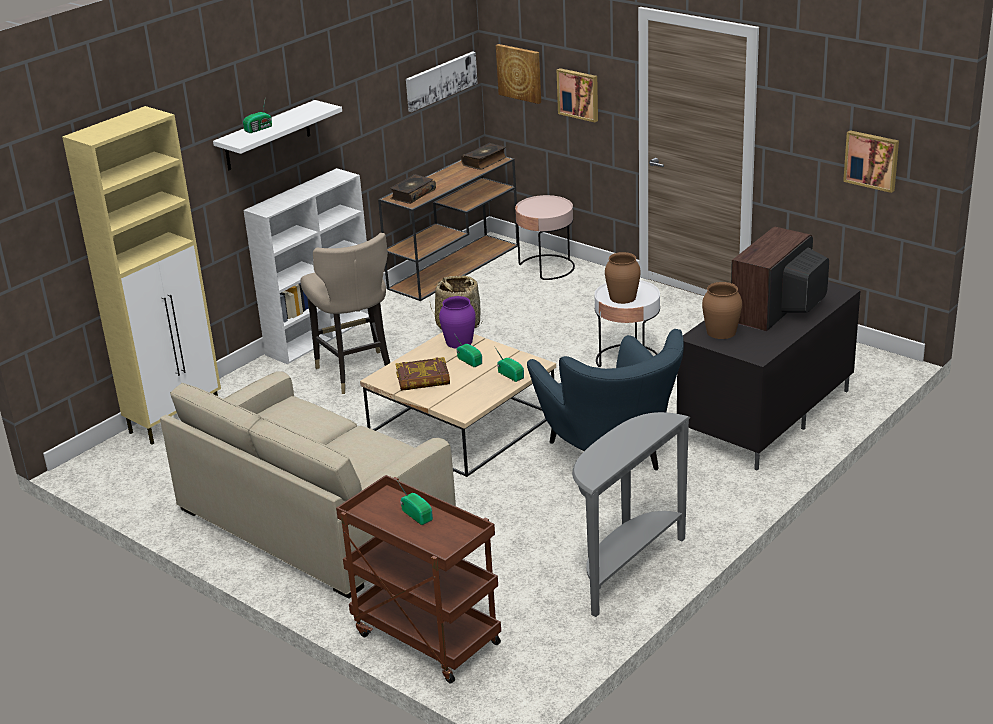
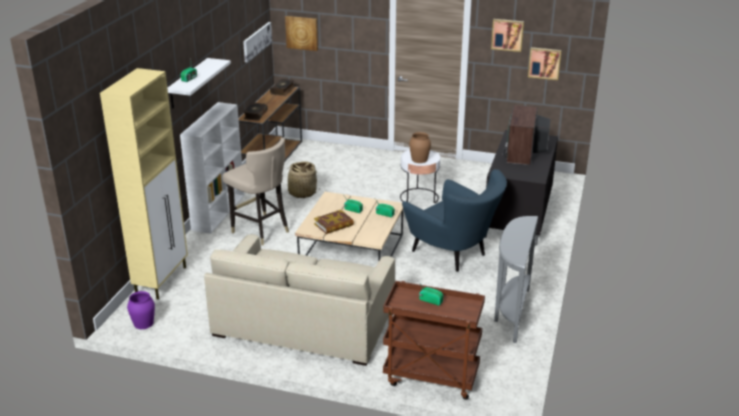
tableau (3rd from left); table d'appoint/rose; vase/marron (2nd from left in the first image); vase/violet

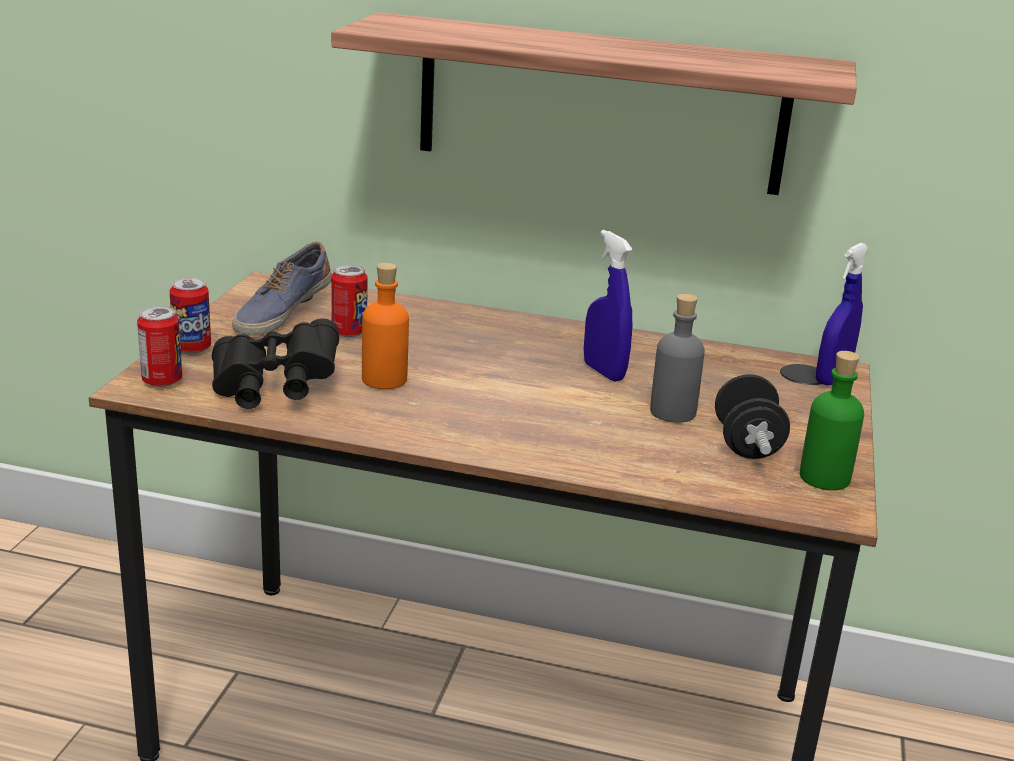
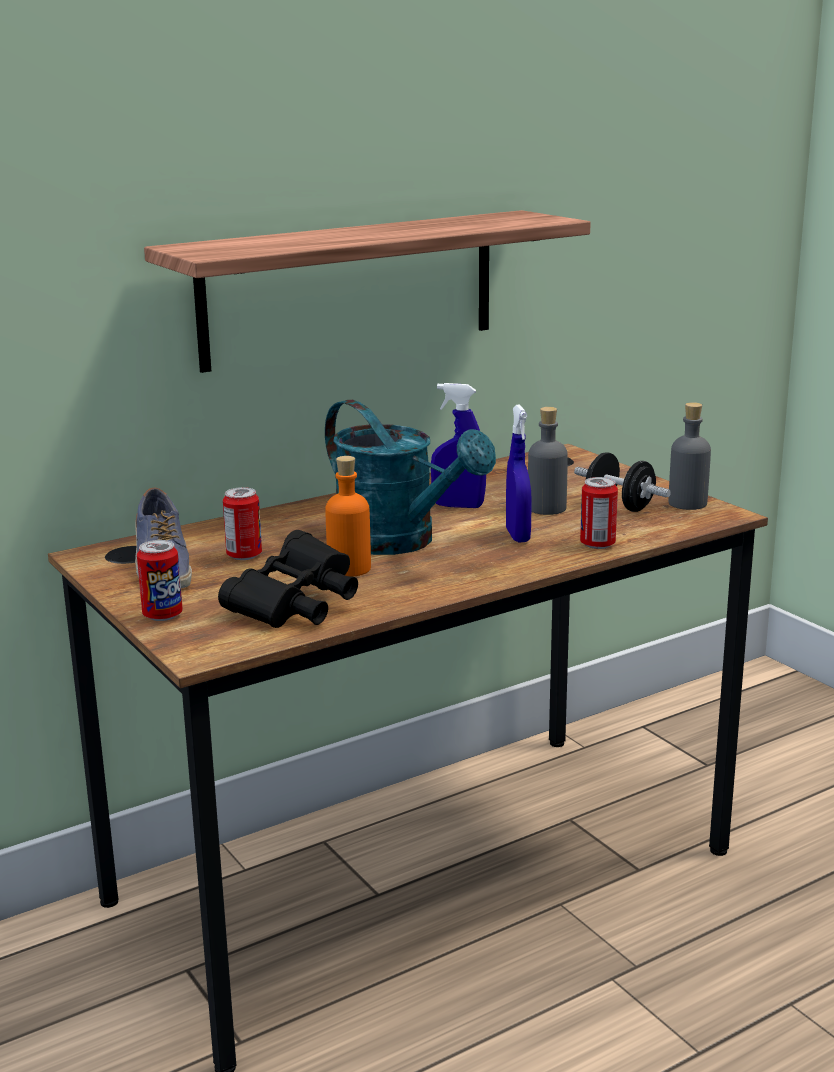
vaporisateur/bleu (2nd from left); boîte métallique (3rd from left); bouteille/gris (2nd from left); arrosoir/turquoise

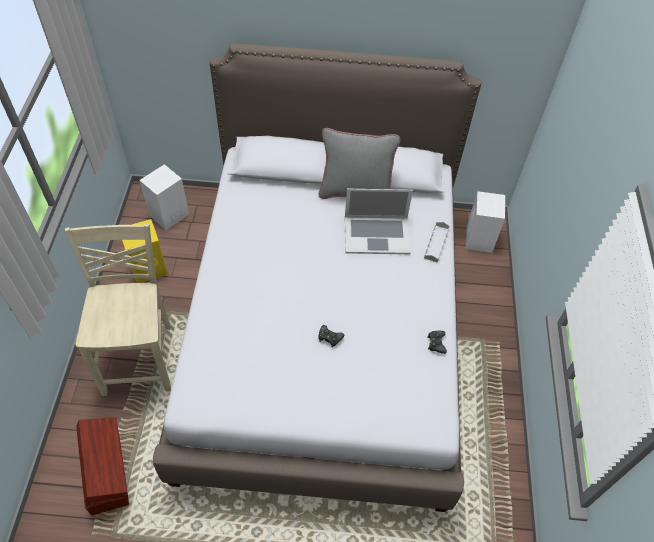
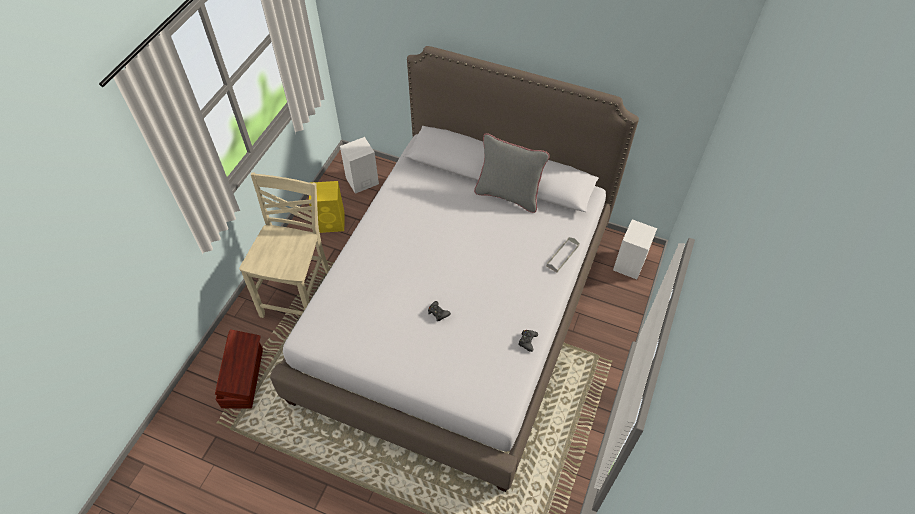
ordinateur portable

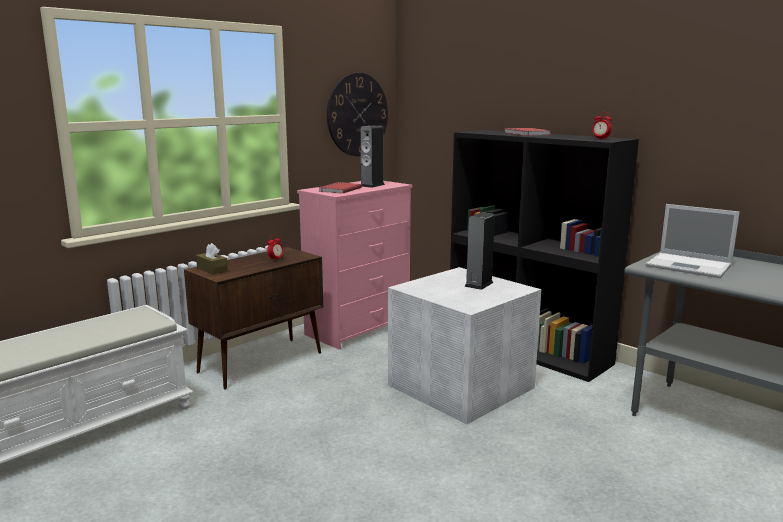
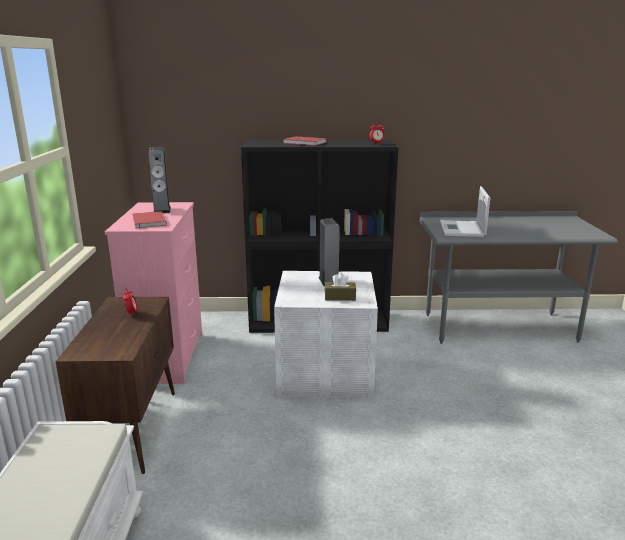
horloge murale; ordinateur portable; boîte à mouchoirs/marron

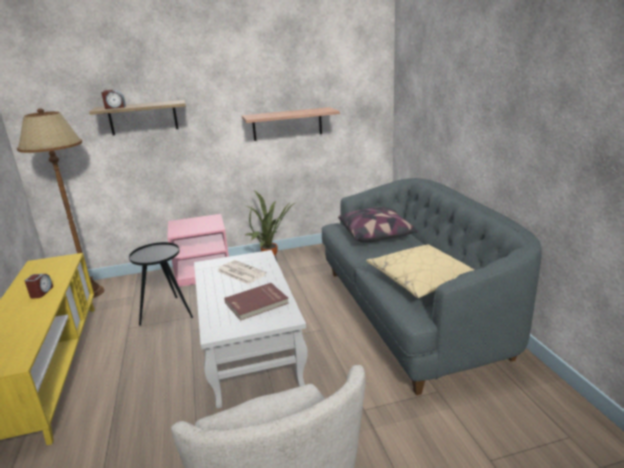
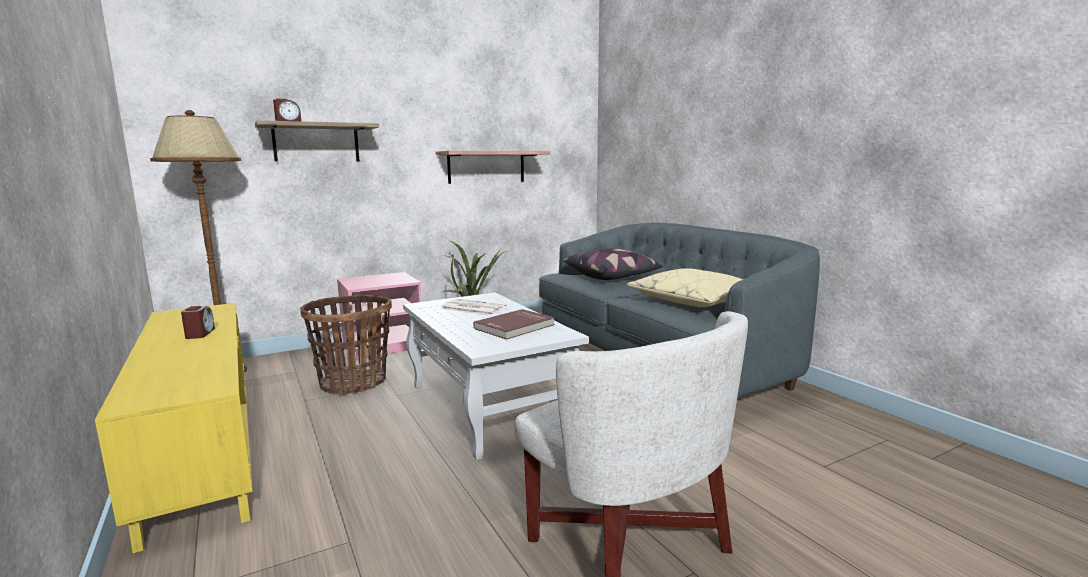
panier

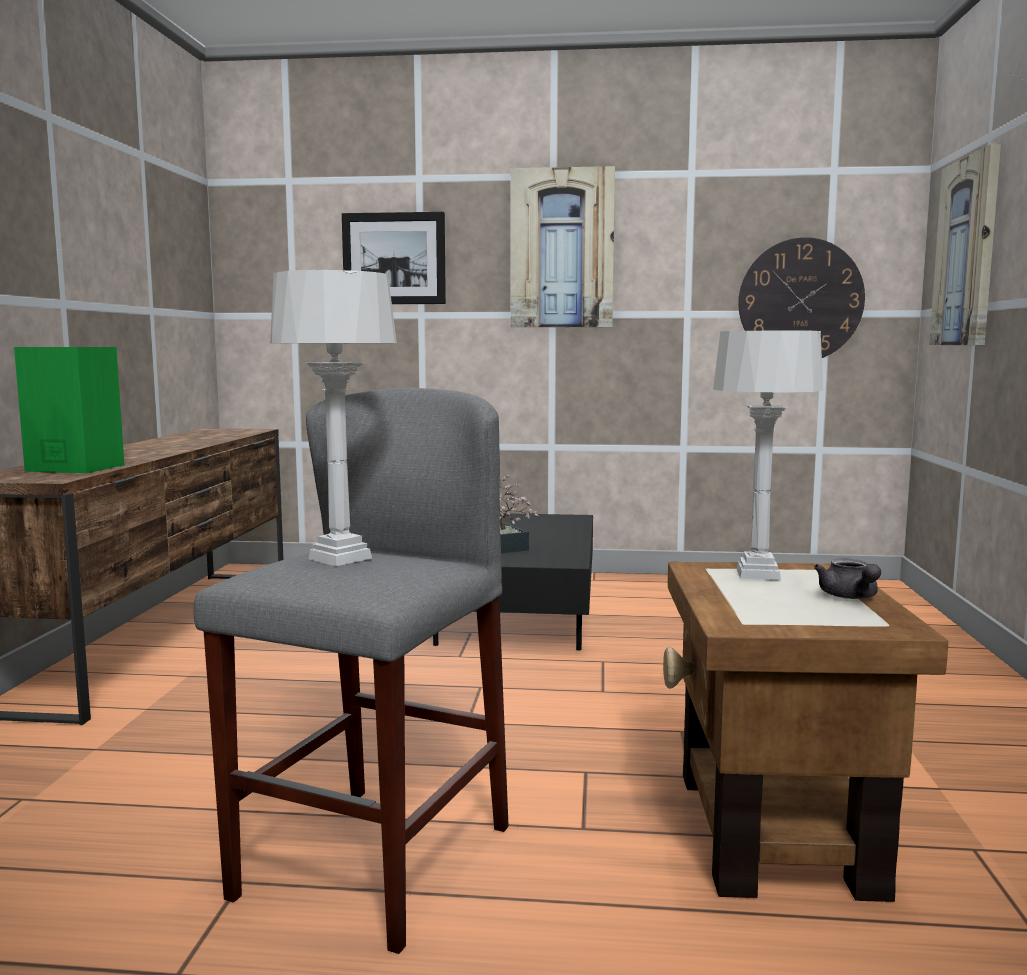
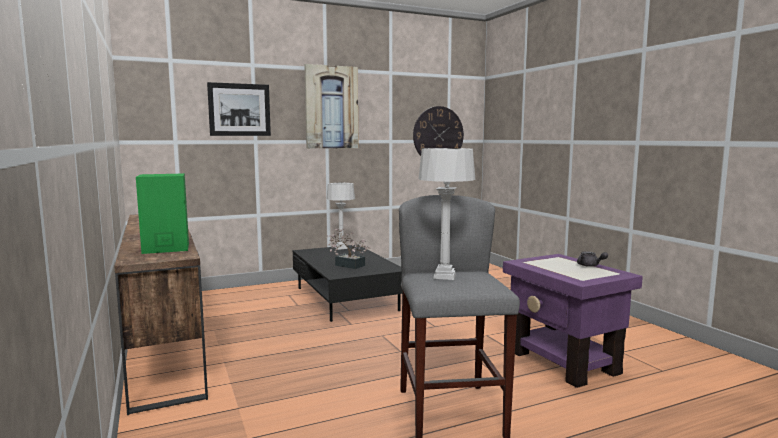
tableau (3rd from left in the first image); lampe de table/gris (1st from left); table d'appoint/violet

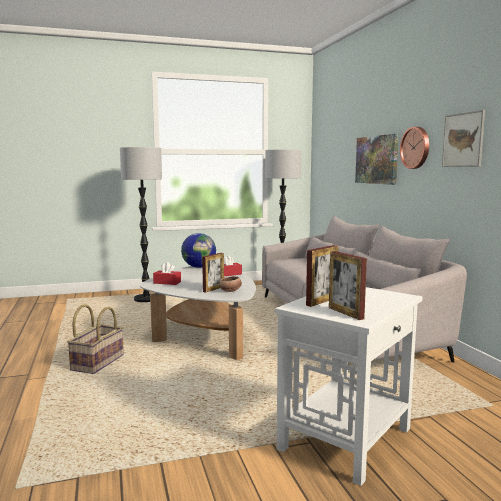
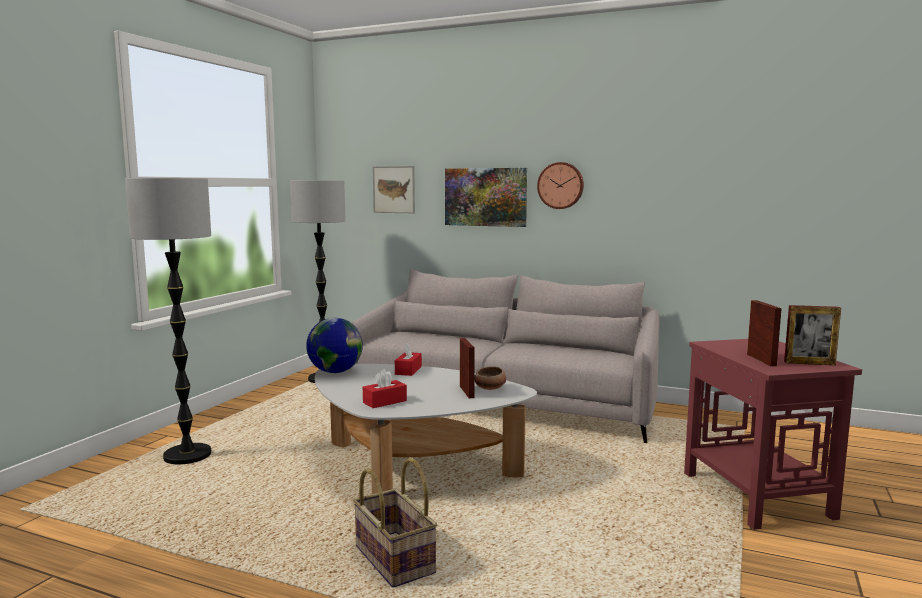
tableau (1st from left); table d'appoint/rouge

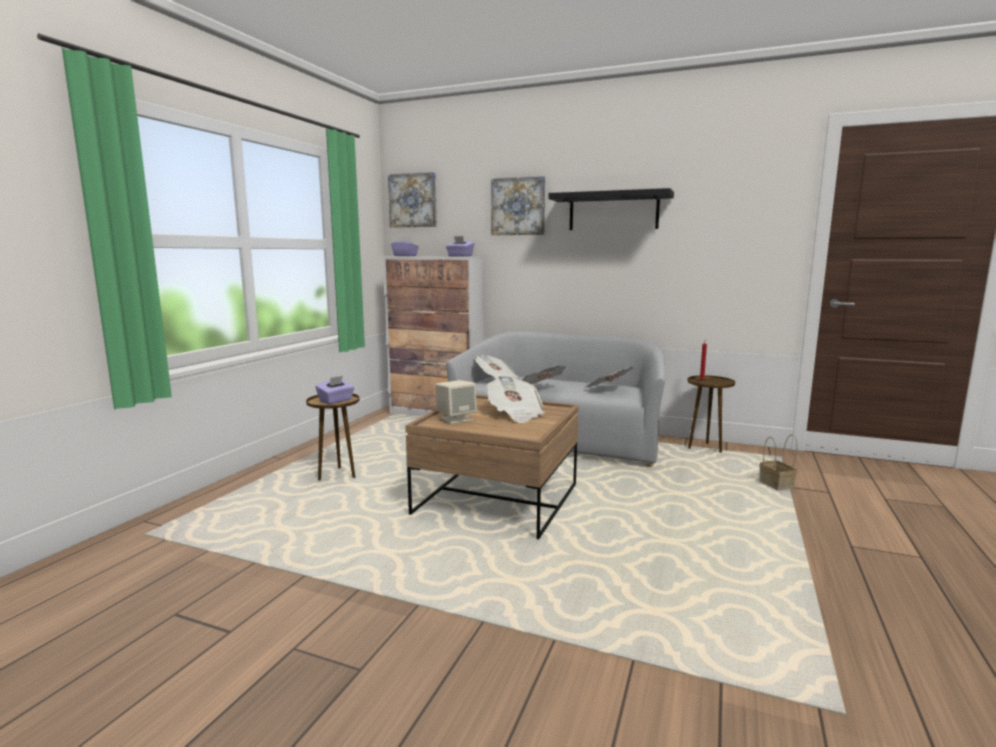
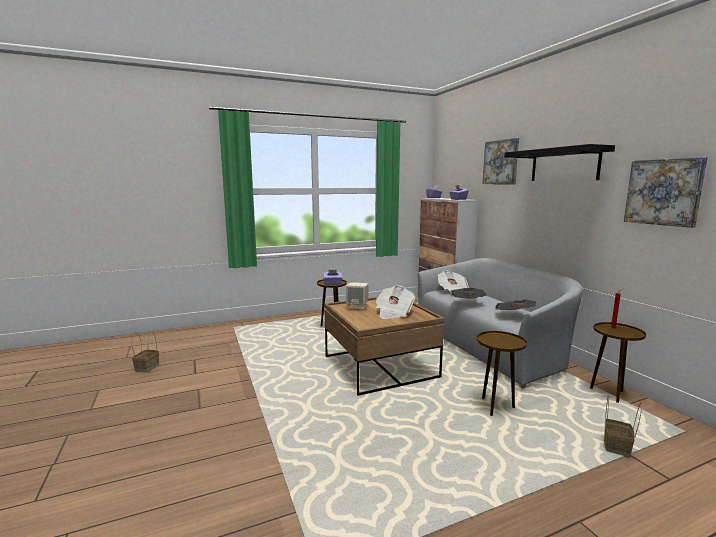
tableau (2nd from left); table d'appoint/marron (2nd from left); panier (1st from left)

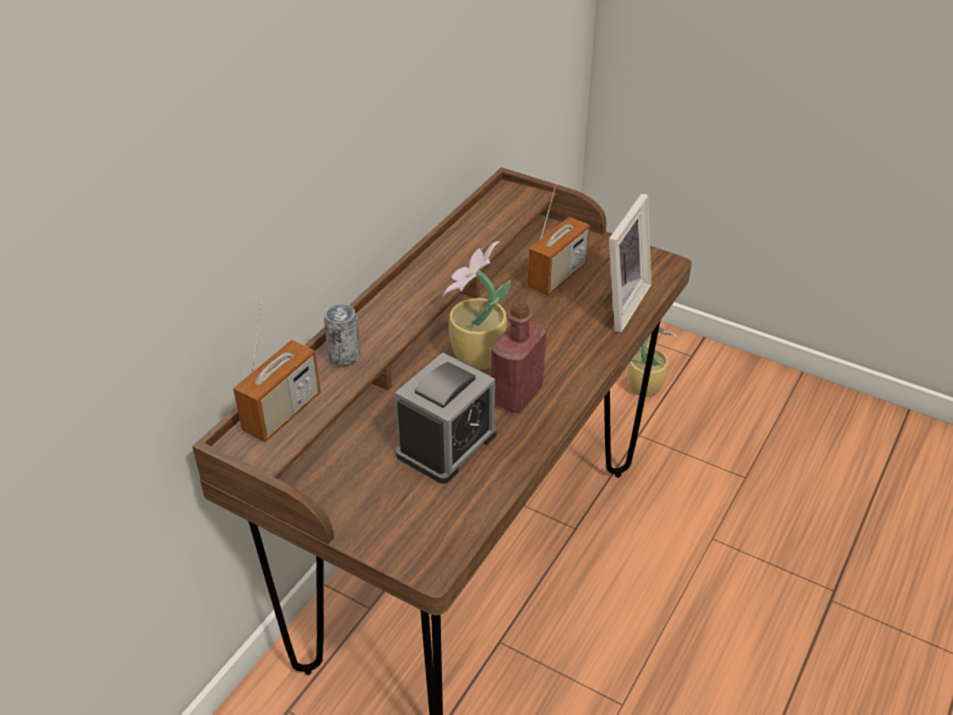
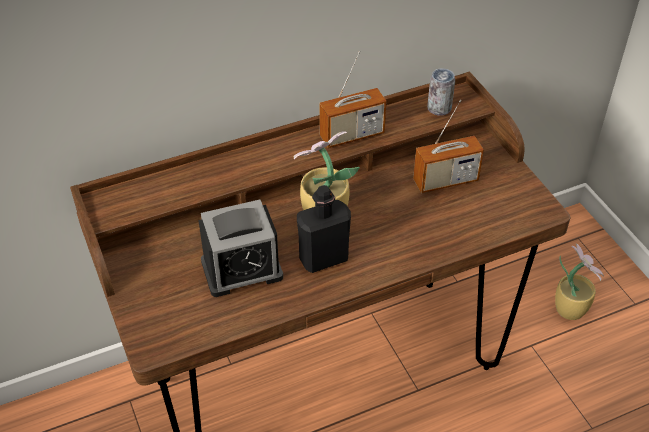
cadre photo; bouteille/noir; radio (1st from left); boîte métallique

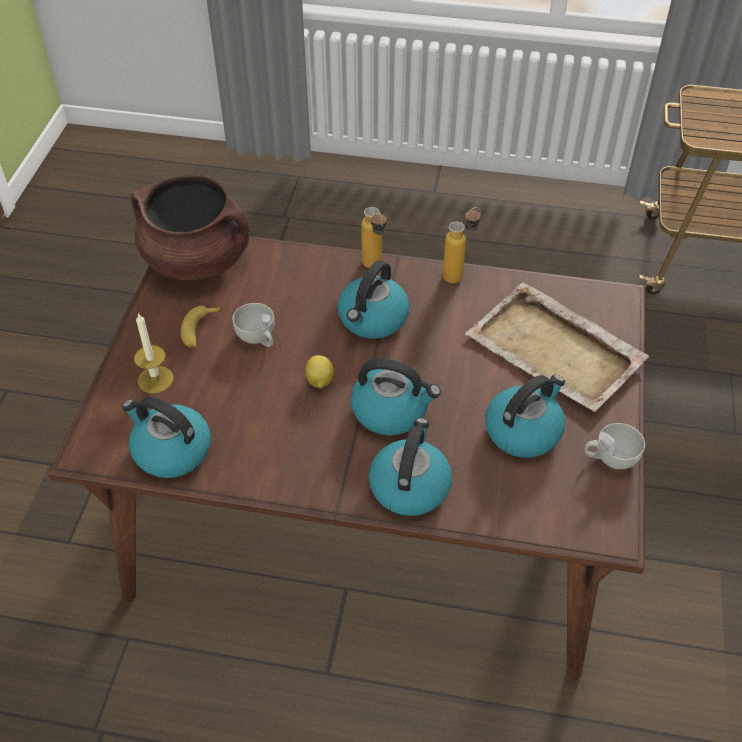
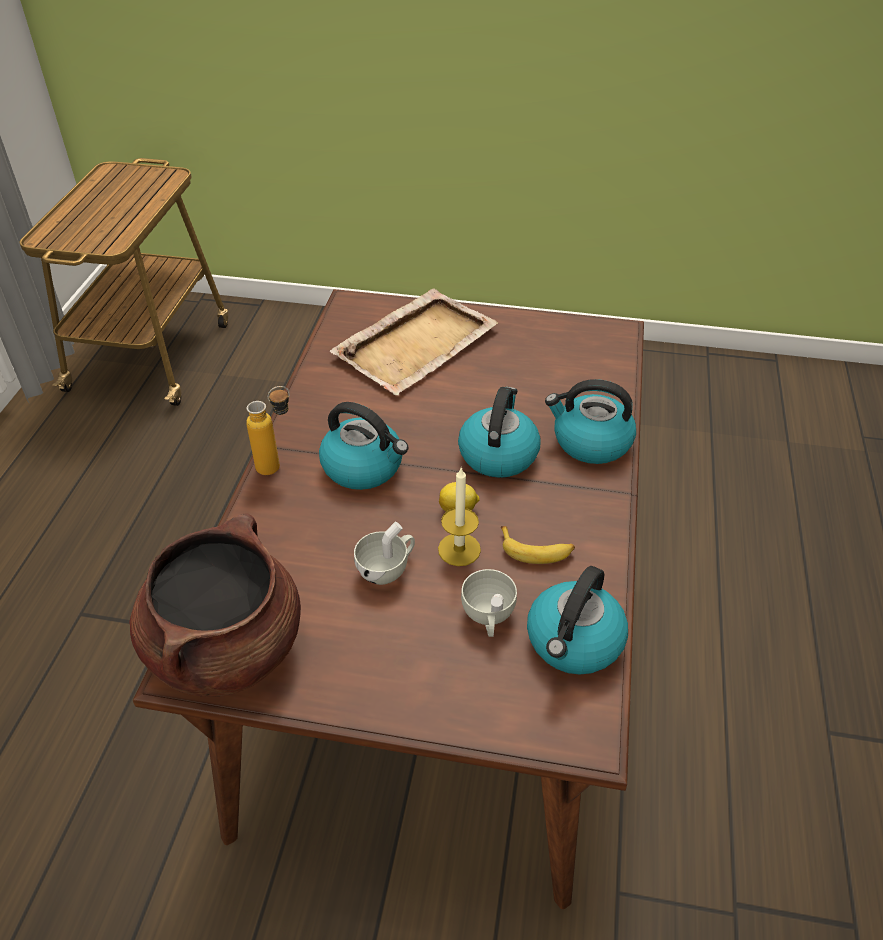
bouteille (2nd from left in the first image); banane; bougie; bouilloire (5th from left in the first image); tasse/blanc (2nd from left)

